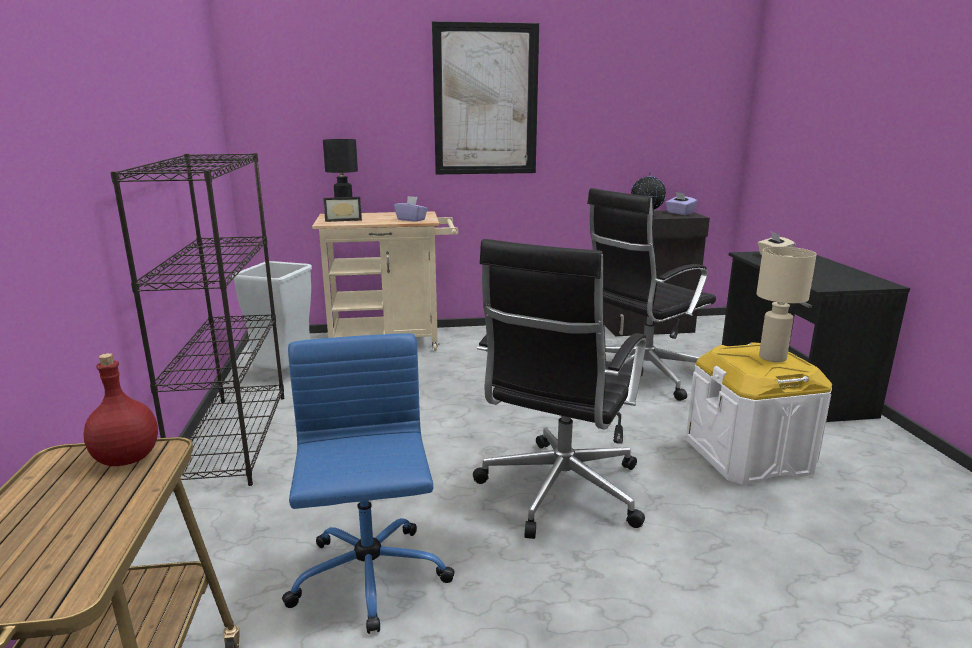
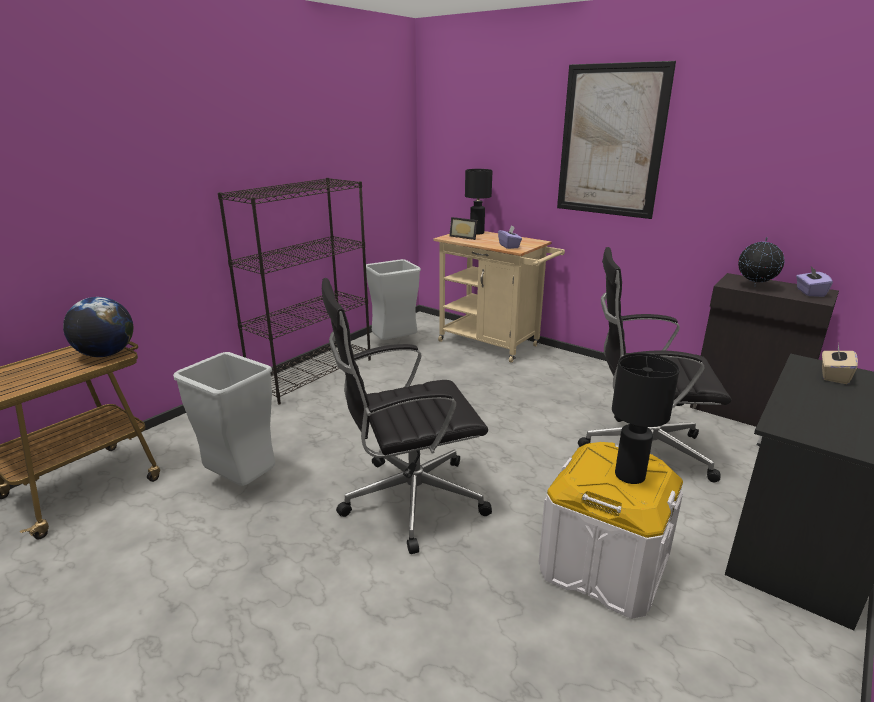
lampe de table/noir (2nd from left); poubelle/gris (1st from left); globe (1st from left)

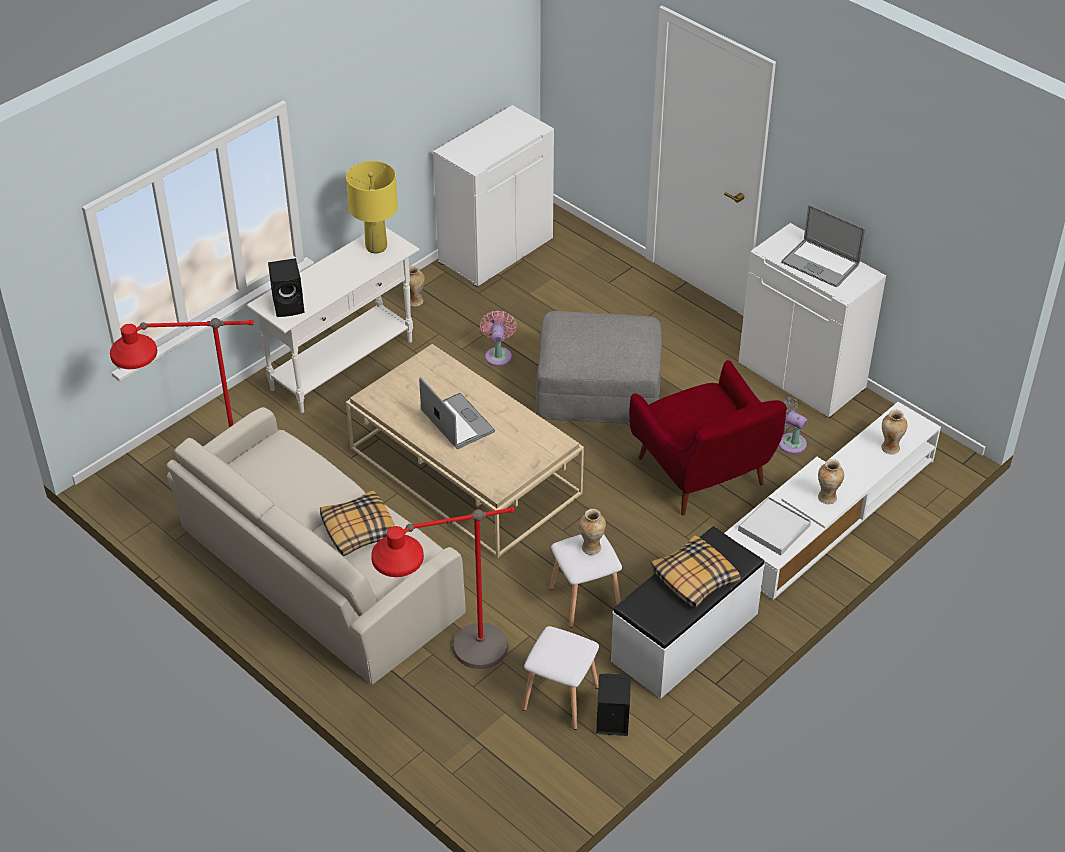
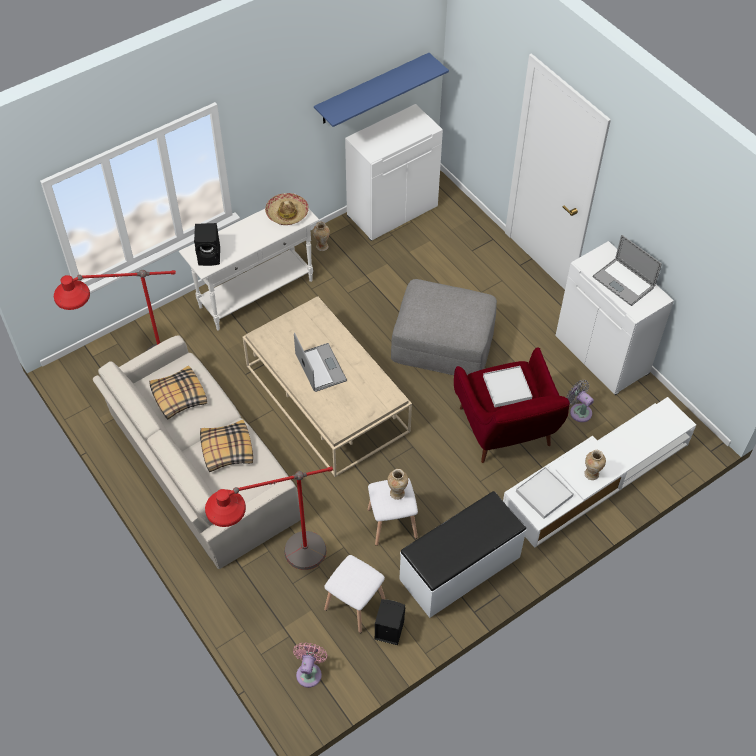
chapeau; ventilateur/rose; vase (4th from left in the first image); coussin (1st from left); étagère/bleu; plateau/blanc (1st from left)

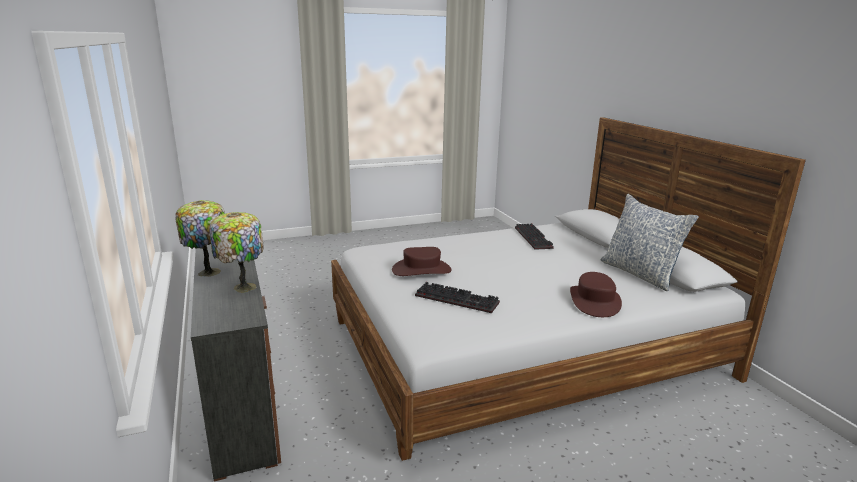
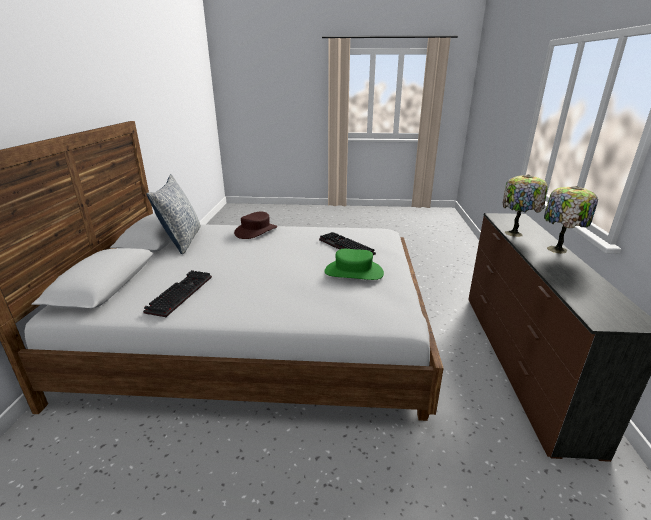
chapeau/vert

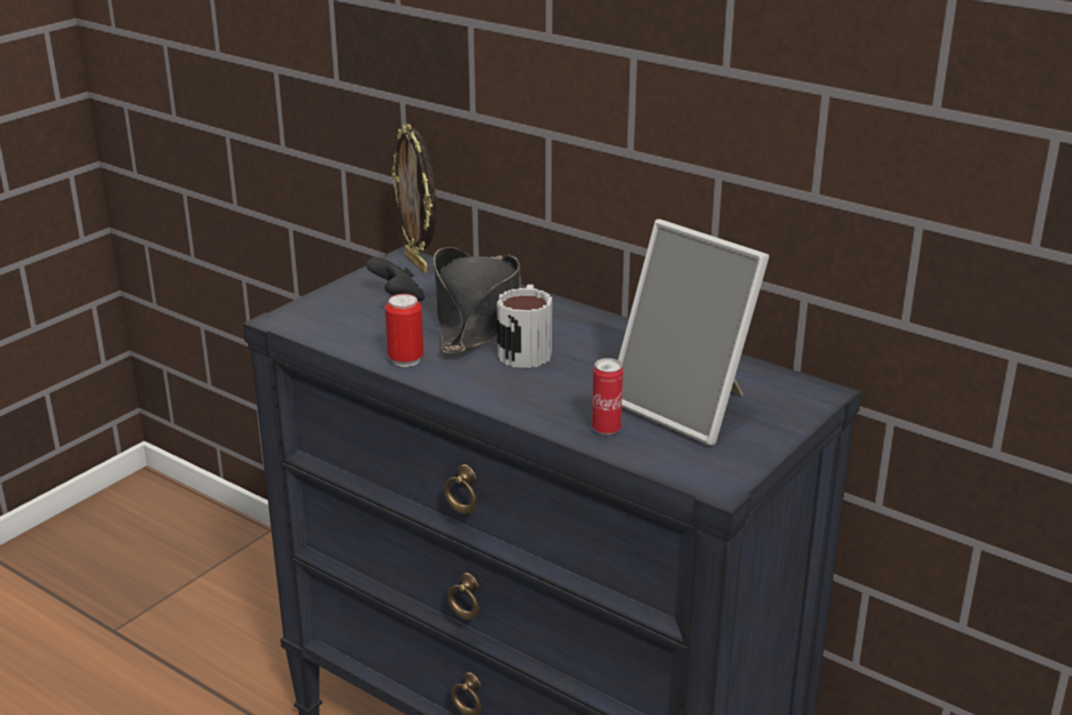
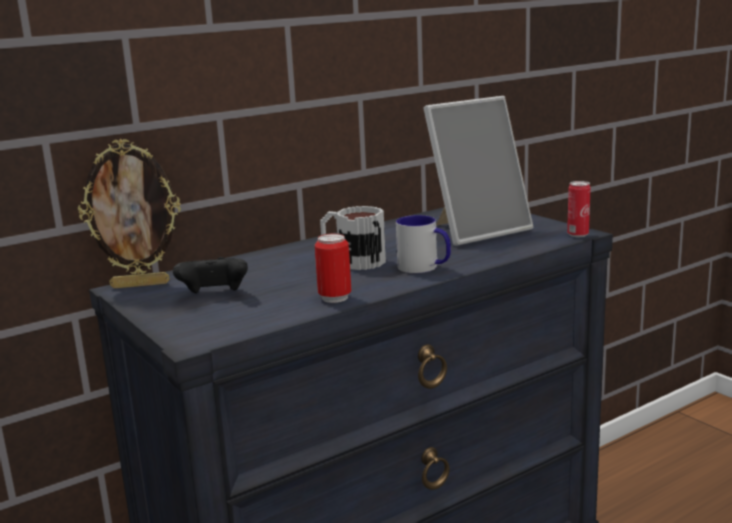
chapeau/noir; boîte métallique (2nd from left); mug (2nd from left)

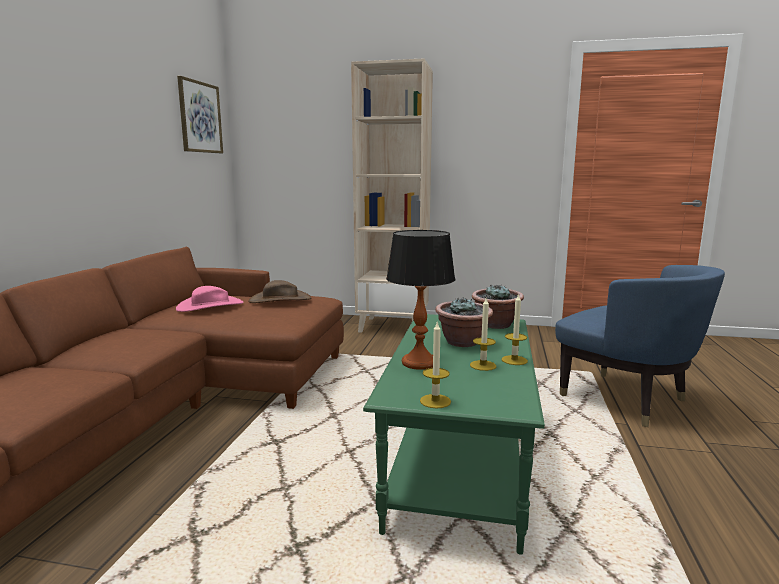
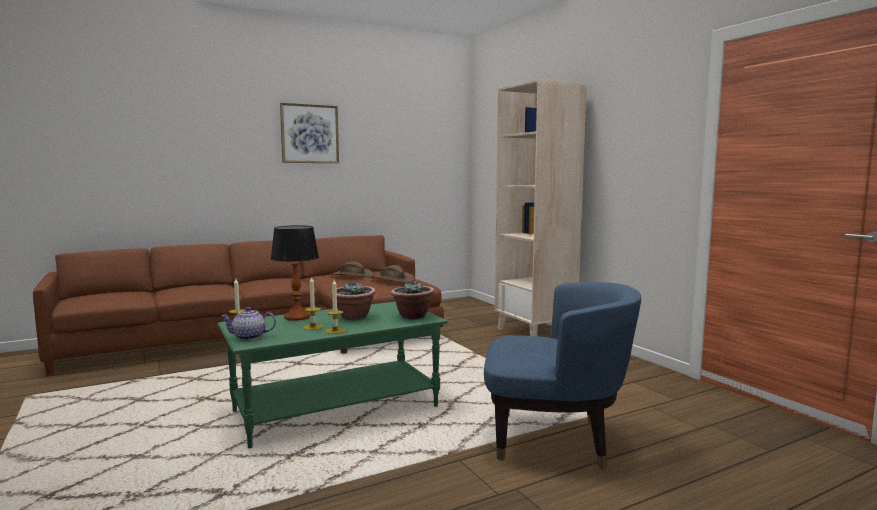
tableau; fauteuil/bleu; chapeau/marron (1st from left); théière

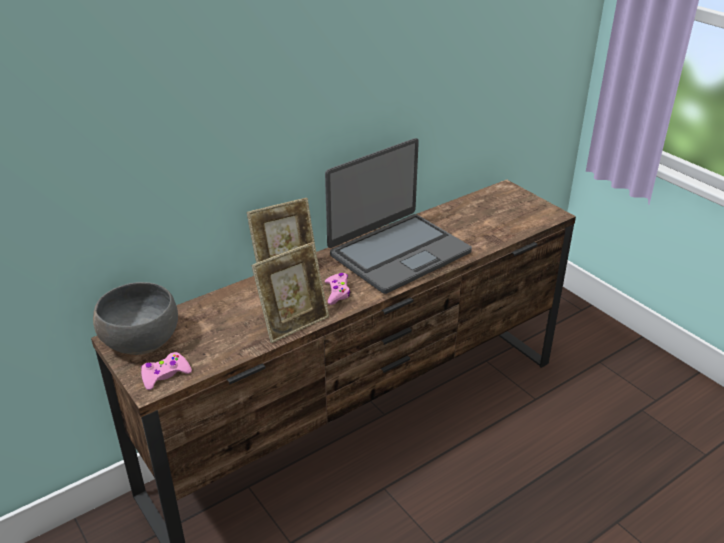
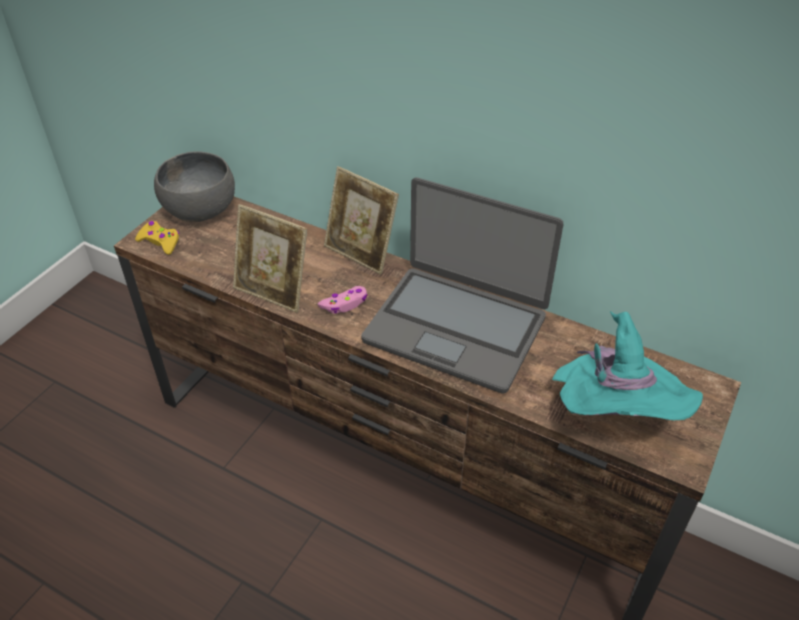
manette/jaune; chapeau/turquoise

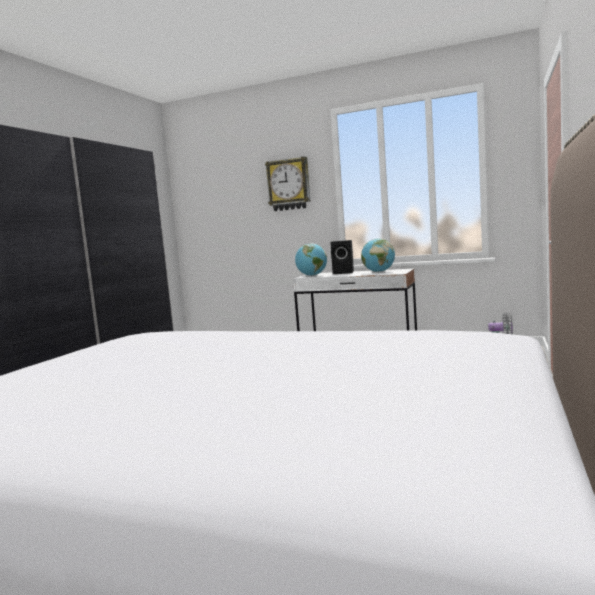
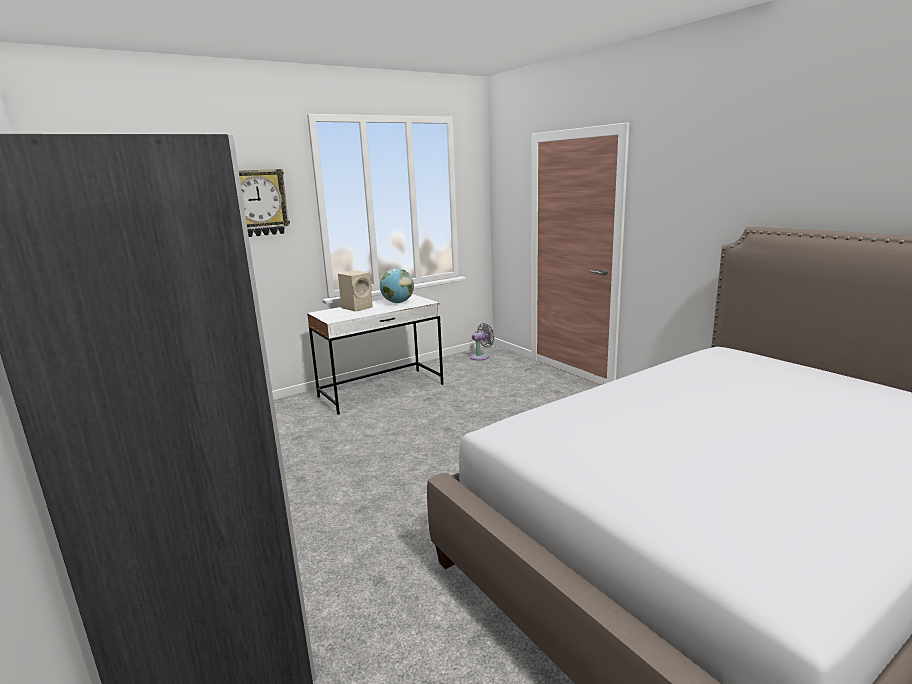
enceinte/beige; globe (1st from left in the first image)

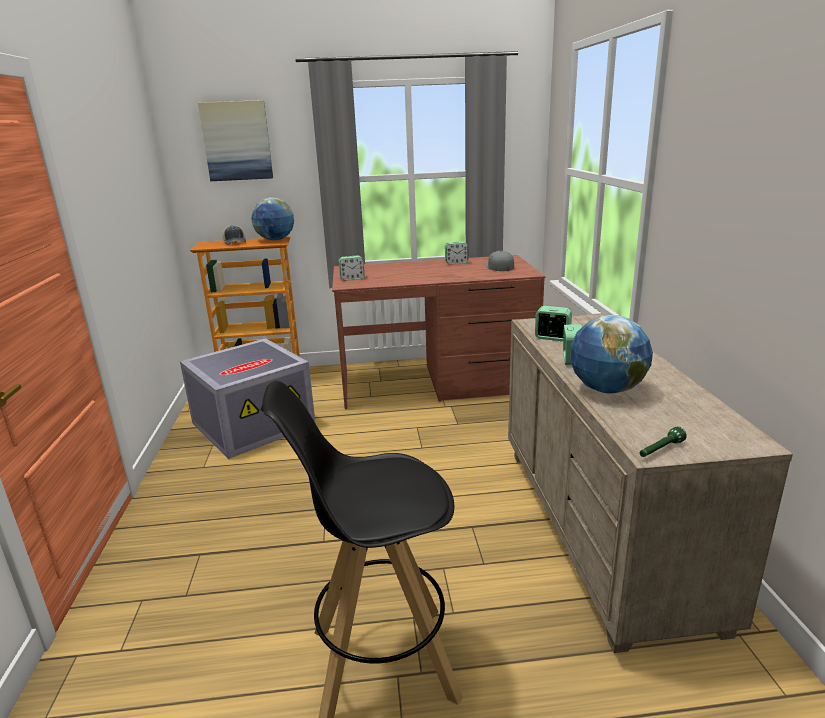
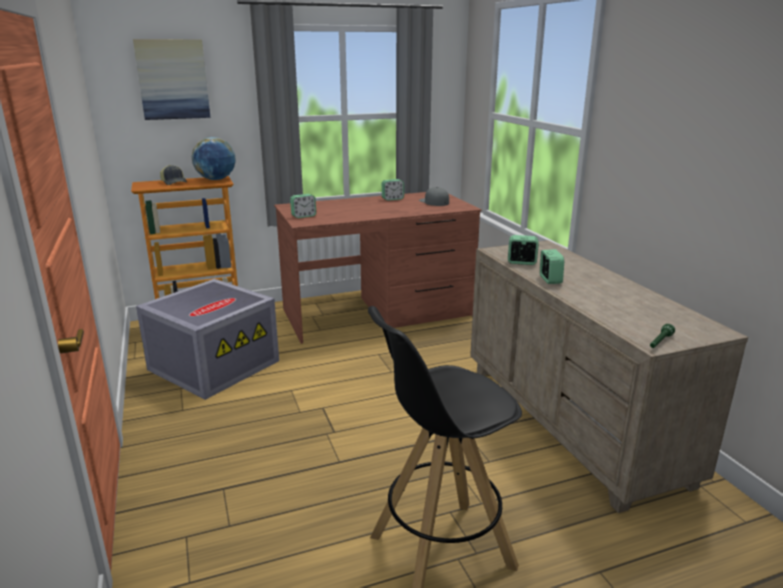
globe (2nd from left in the first image)

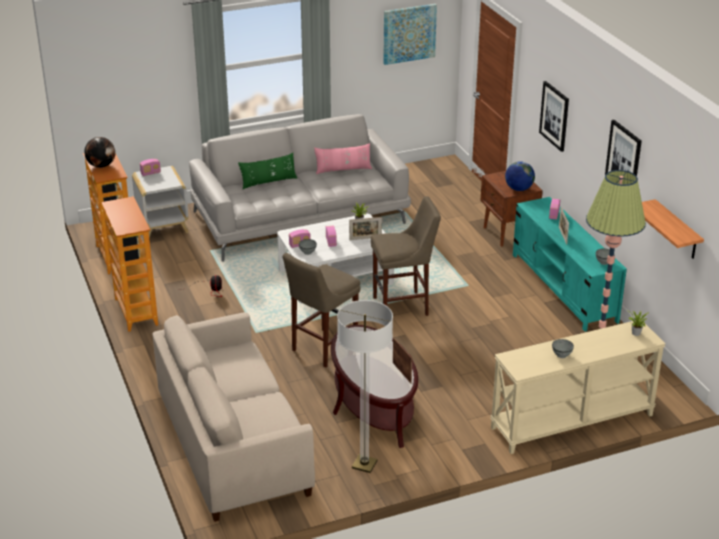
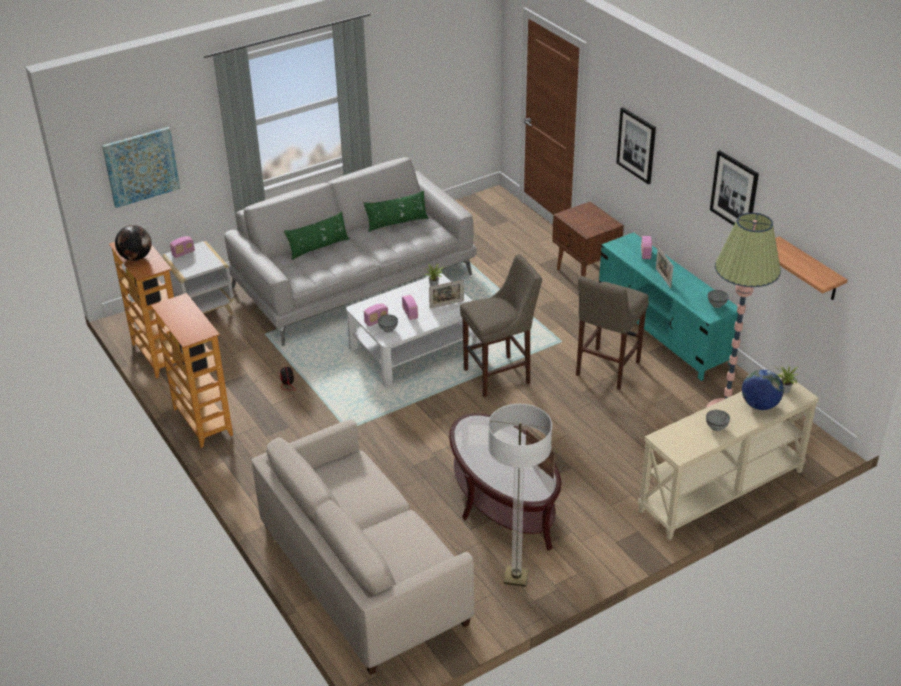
tableau (1st from left); coussin/vert (2nd from left); globe (2nd from left); tabouret/beige (2nd from left)

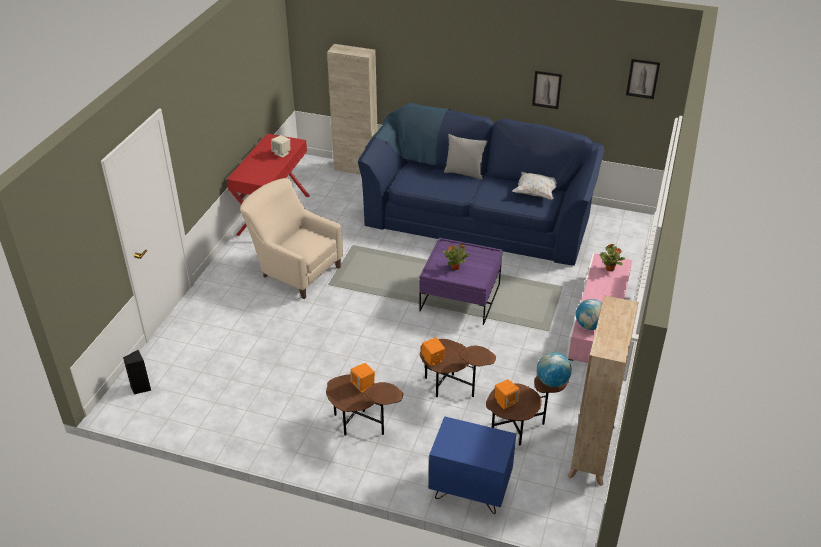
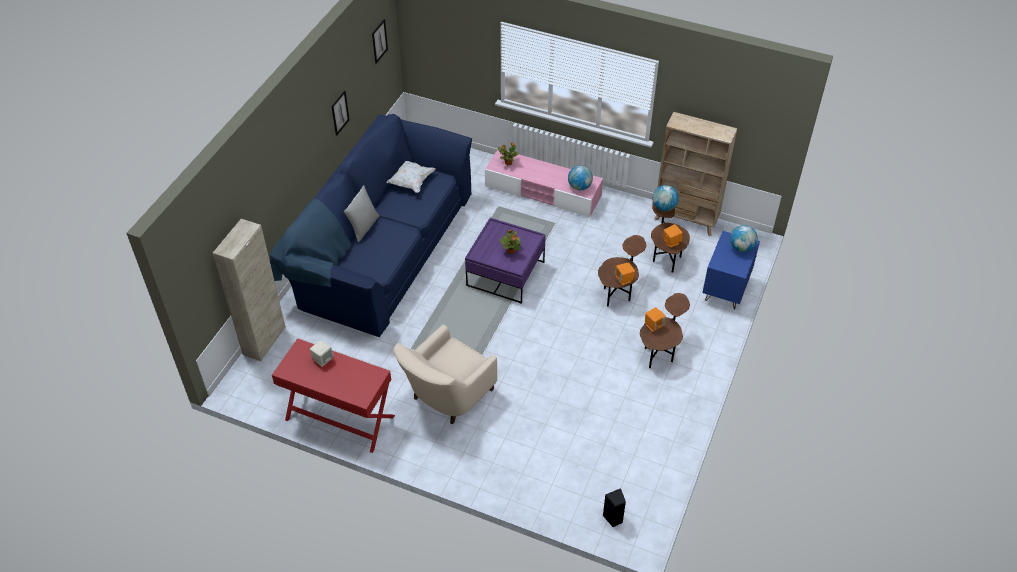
globe (3rd from left)

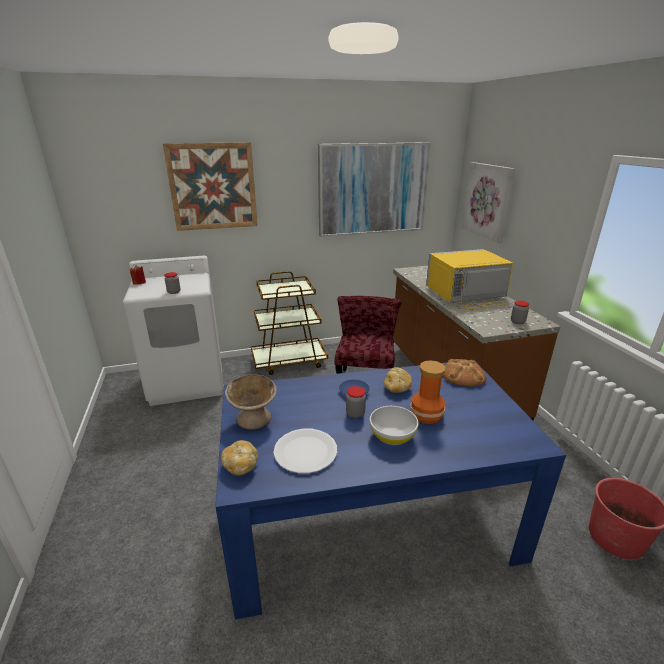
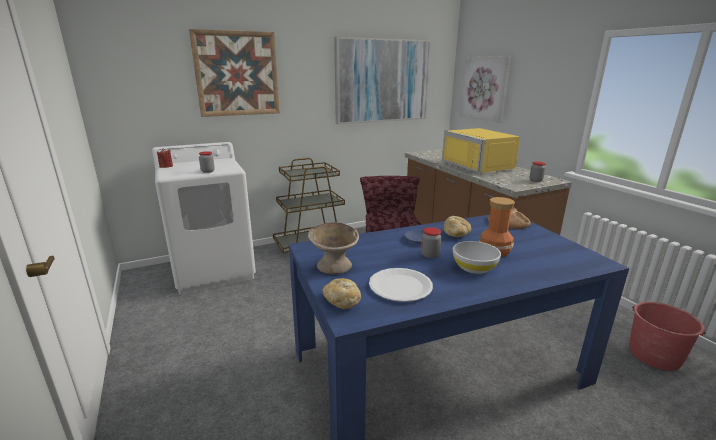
micro-ondes/jaune

